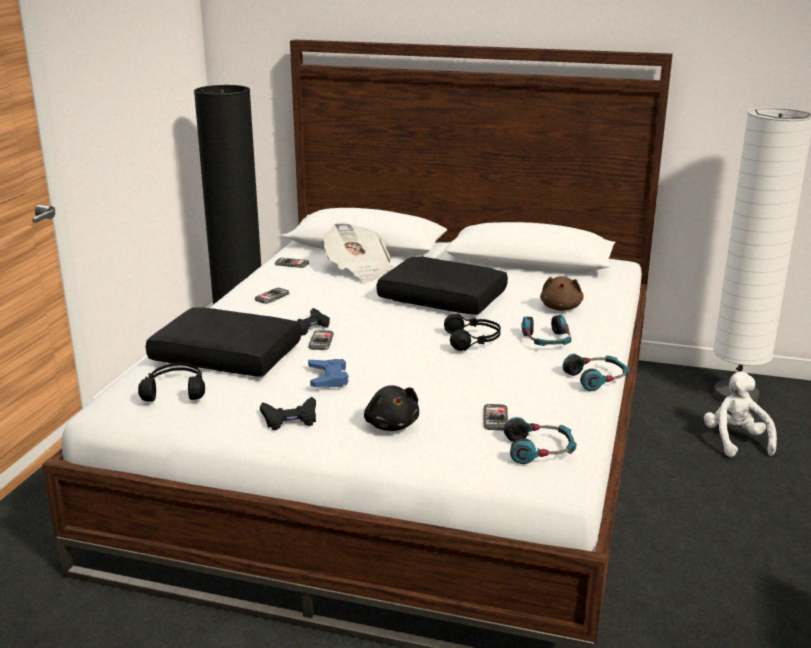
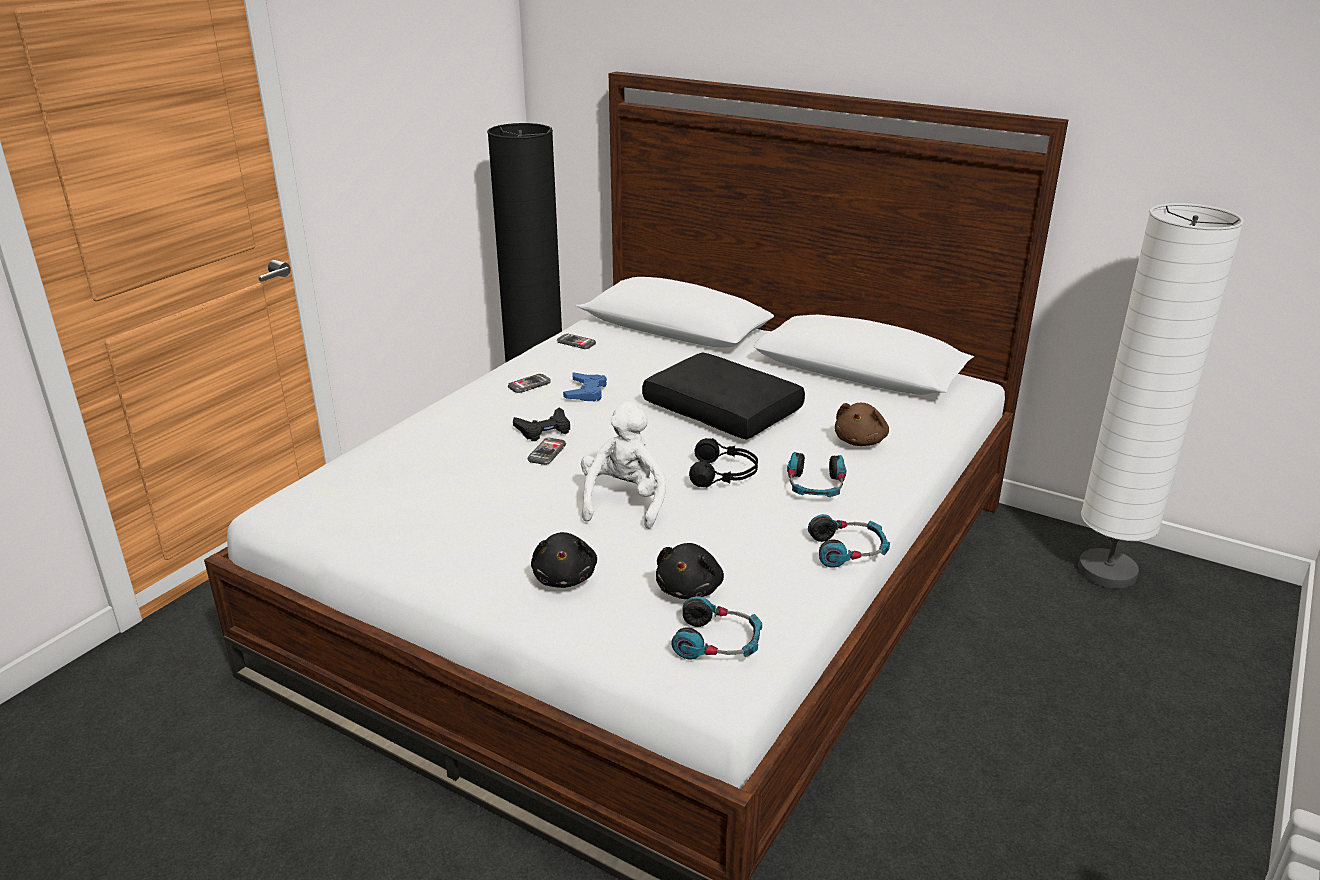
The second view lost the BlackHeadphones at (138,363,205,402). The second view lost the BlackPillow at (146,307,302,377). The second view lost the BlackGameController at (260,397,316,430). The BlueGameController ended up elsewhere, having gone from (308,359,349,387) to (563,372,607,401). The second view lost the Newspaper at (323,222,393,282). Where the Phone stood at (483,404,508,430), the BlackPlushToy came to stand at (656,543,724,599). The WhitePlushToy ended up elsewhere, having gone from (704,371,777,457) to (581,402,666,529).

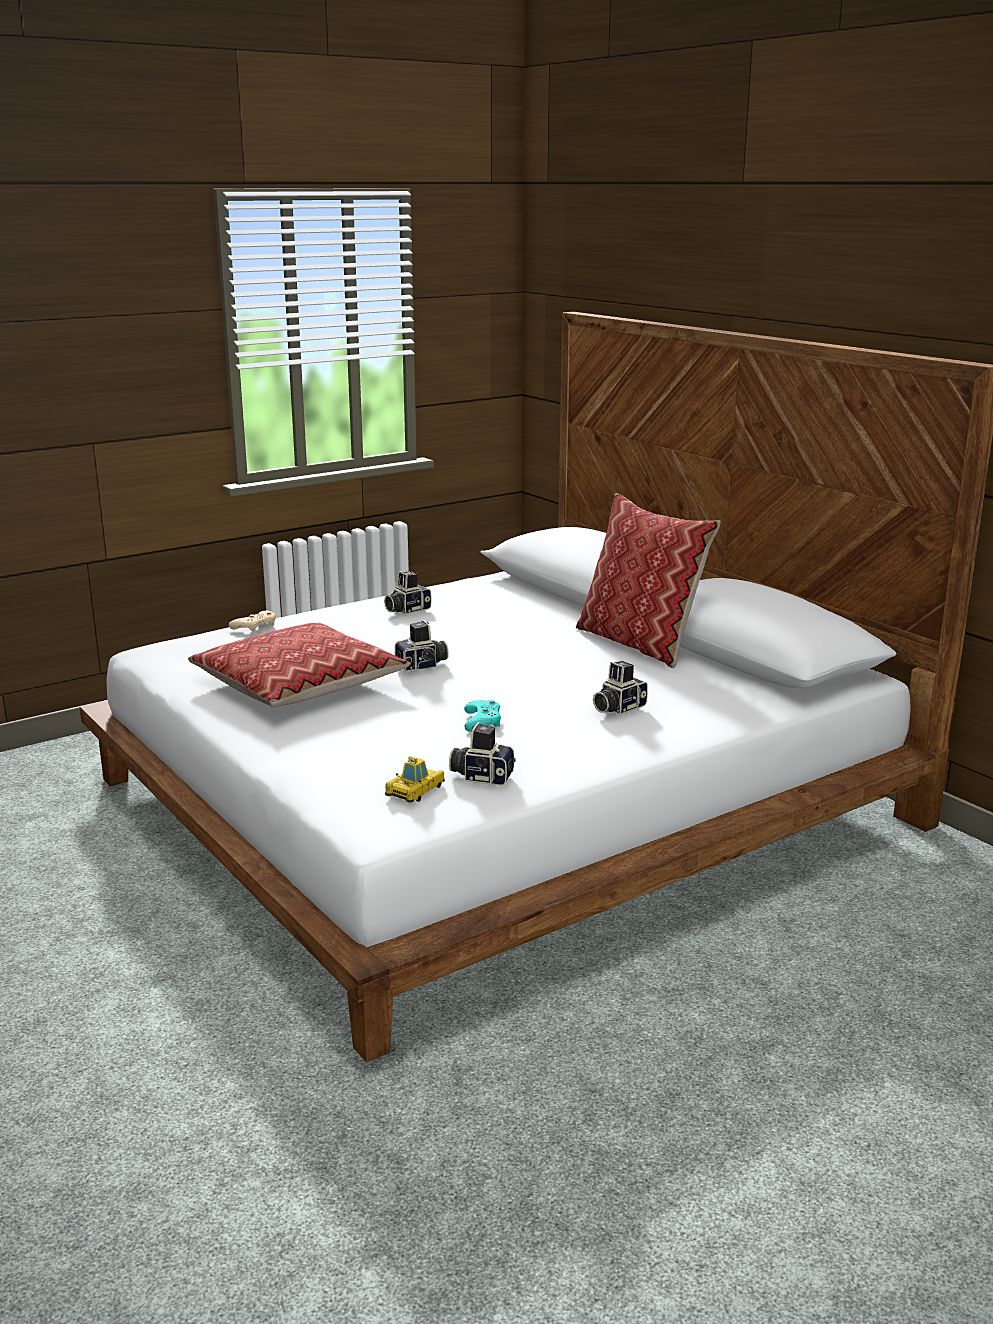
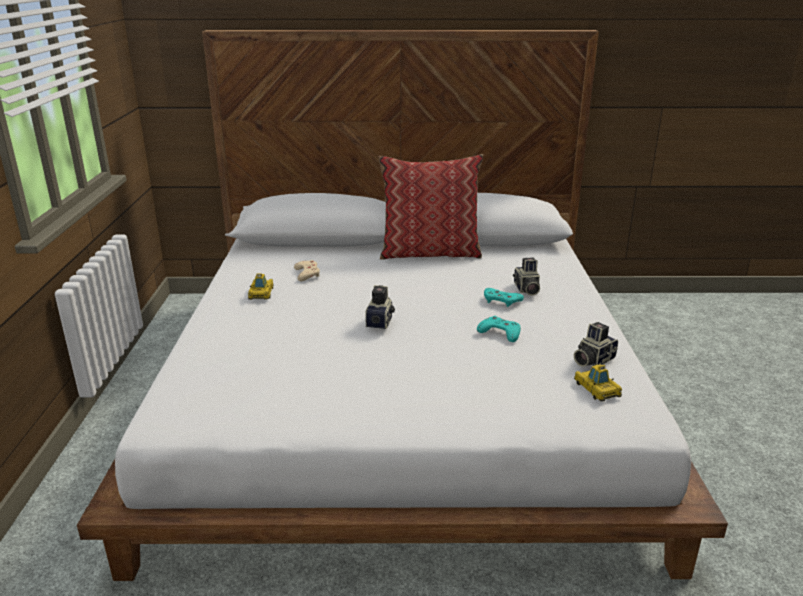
The second view lost the Pillow at (188,623,411,707). The BeigeGameController ended up elsewhere, having gone from (229,610,276,632) to (294,260,320,281). Where the PhotoCamera stood at (384,571,432,614), the ToyCar came to stand at (248,273,274,300). The second view gained the TurquoiseGameController at (484,288,524,307).

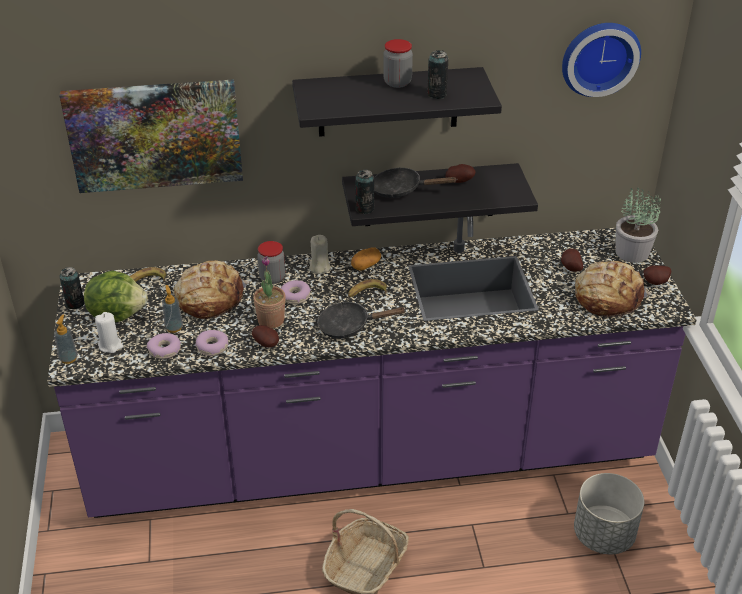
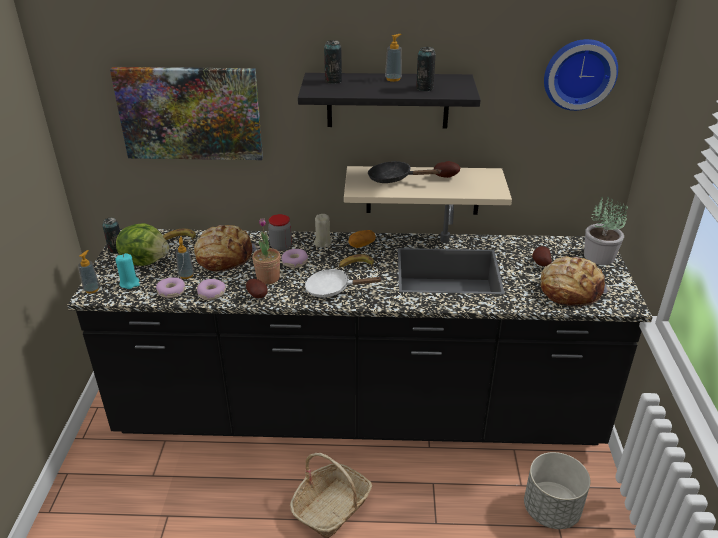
What was the PurpleCounter at (47,216,697,518) turned into the BlackCounter at (67,204,653,445). What was the WhiteCandle at (95,312,123,353) turned into the TurquoiseCandle at (115,253,140,289). What was the BlackFryingPan at (317,302,405,338) turned into the WhiteFryingPan at (305,269,383,298). What was the BlackShelf at (342,163,538,226) turned into the BeigeShelf at (344,166,512,215). The Can ended up elsewhere, having gone from (355,169,374,214) to (324,40,342,84). Where the Jar stood at (383,39,413,88), the SoapDispenser came to stand at (385,34,402,82). The second view lost the Potato at (644,265,672,285).

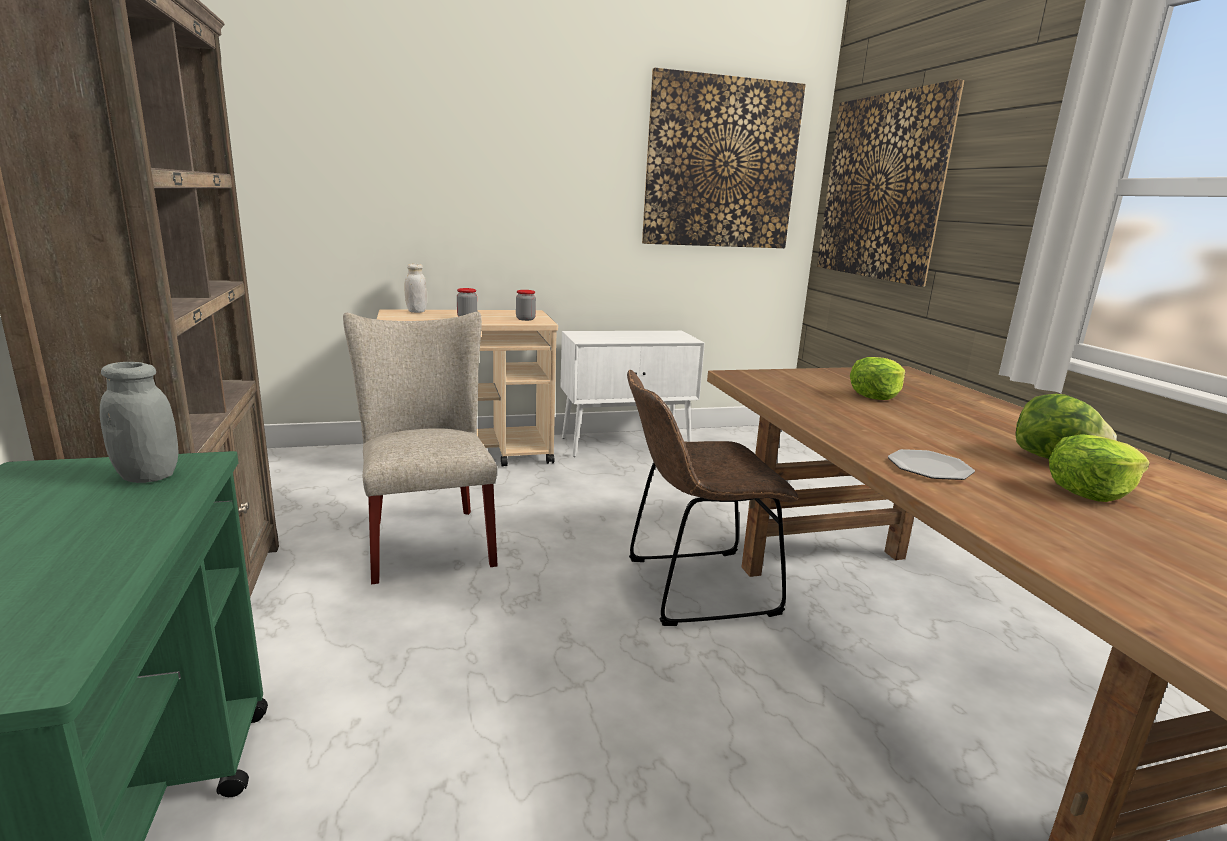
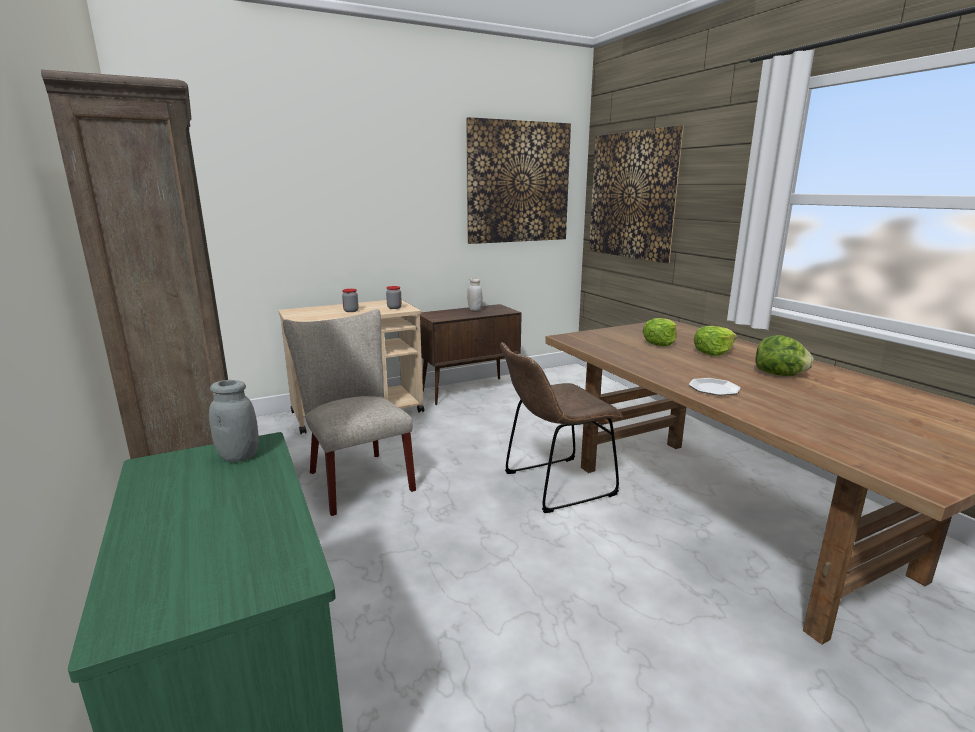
The WhiteJar ended up elsewhere, having gone from (404,264,427,313) to (467,278,483,311). What was the WhiteCabinet at (560,331,705,457) turned into the BrownCabinet at (420,304,522,405). The Lettuce ended up elsewhere, having gone from (1049,434,1150,502) to (694,326,737,356).

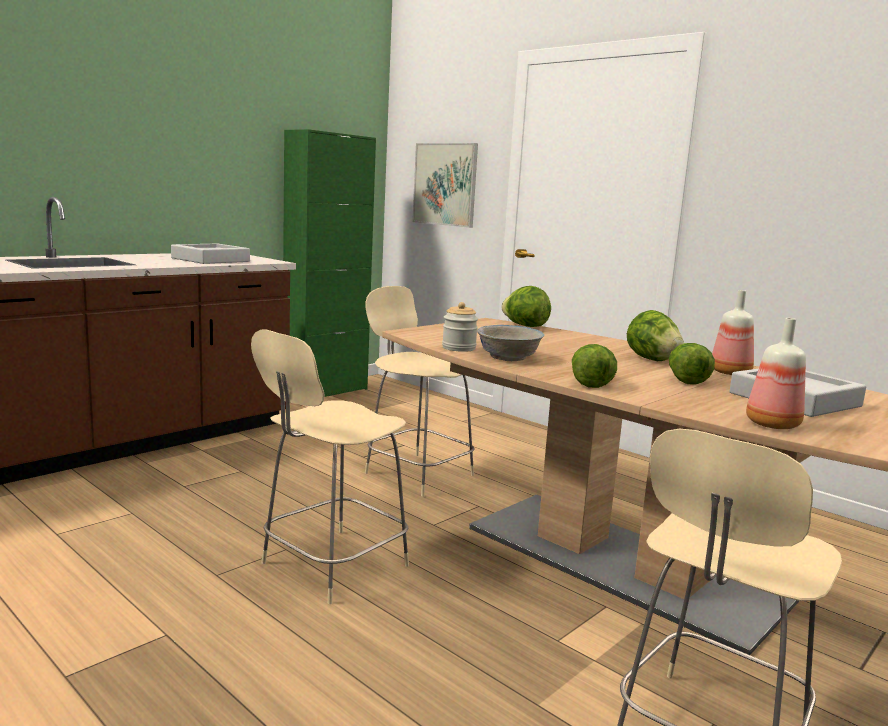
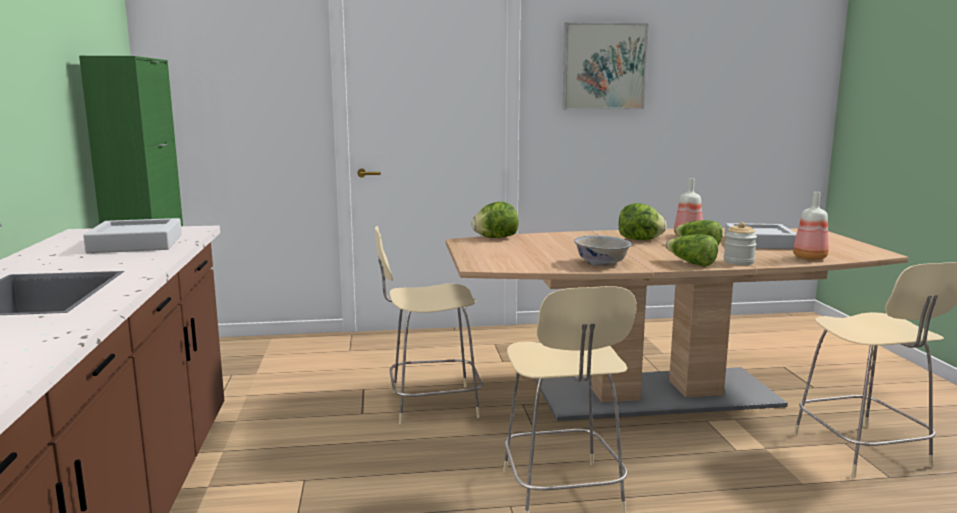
The Picture ended up elsewhere, having gone from (412,143,478,228) to (562,22,649,110). The Jar ended up elsewhere, having gone from (442,302,478,352) to (723,222,757,265).

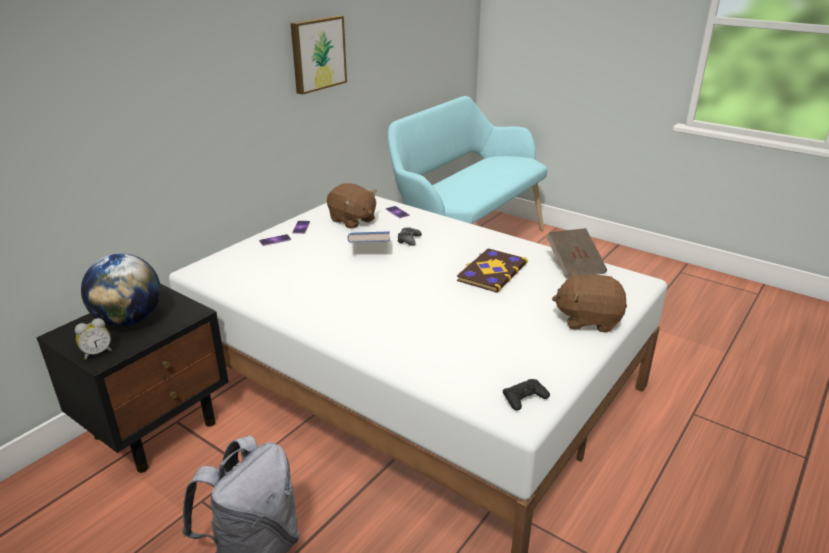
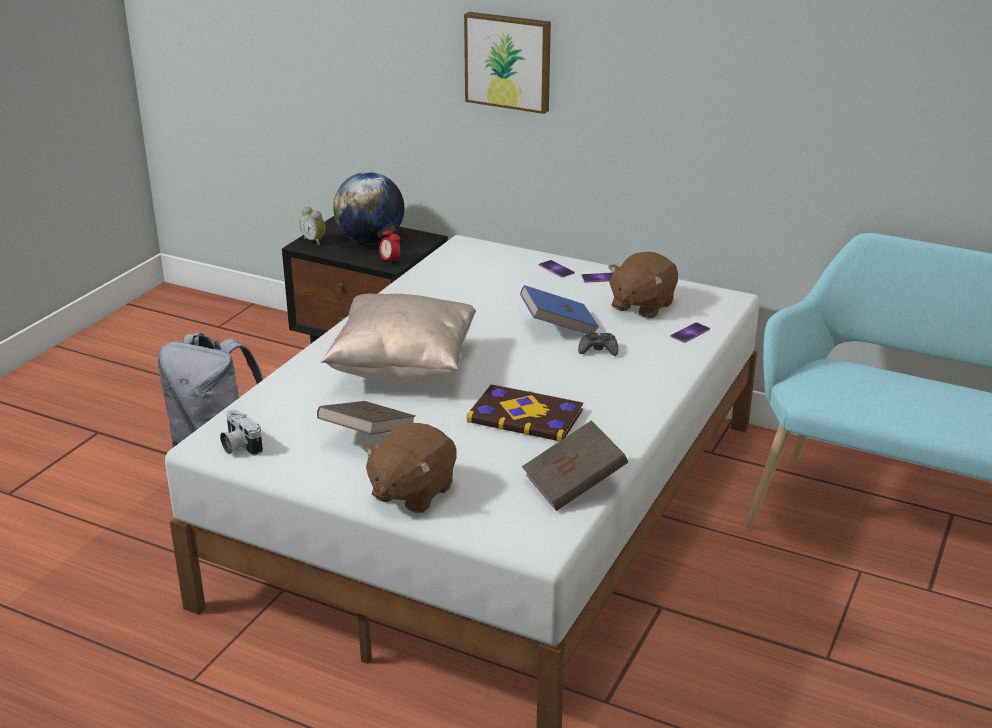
The Picture ended up elsewhere, having gone from (291,15,347,95) to (464,12,551,114). Where the BlackGameController stood at (503,379,550,411), the PhotoCamera came to stand at (220,409,263,456). The BrownPlushToy at (552,271,627,333) ended up facing another way, 150 degrees counterclockwise from before. The second view gained the BrownBook at (317,401,416,434). The second view gained the BeigePillow at (321,294,476,383). The second view gained the AlarmClock at (379,226,400,265).

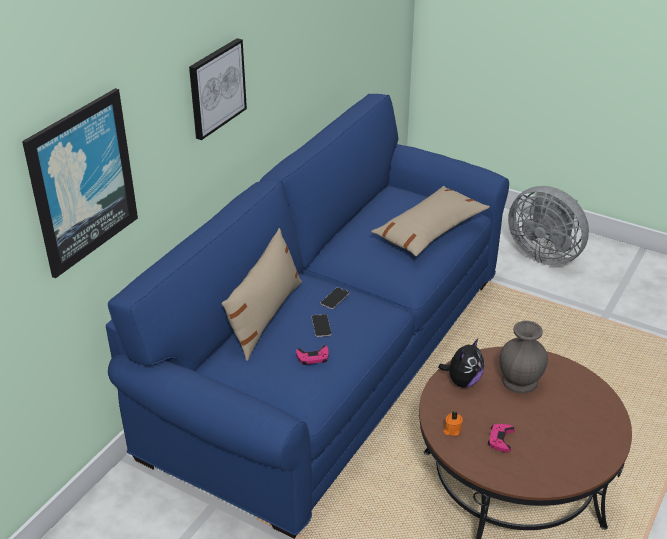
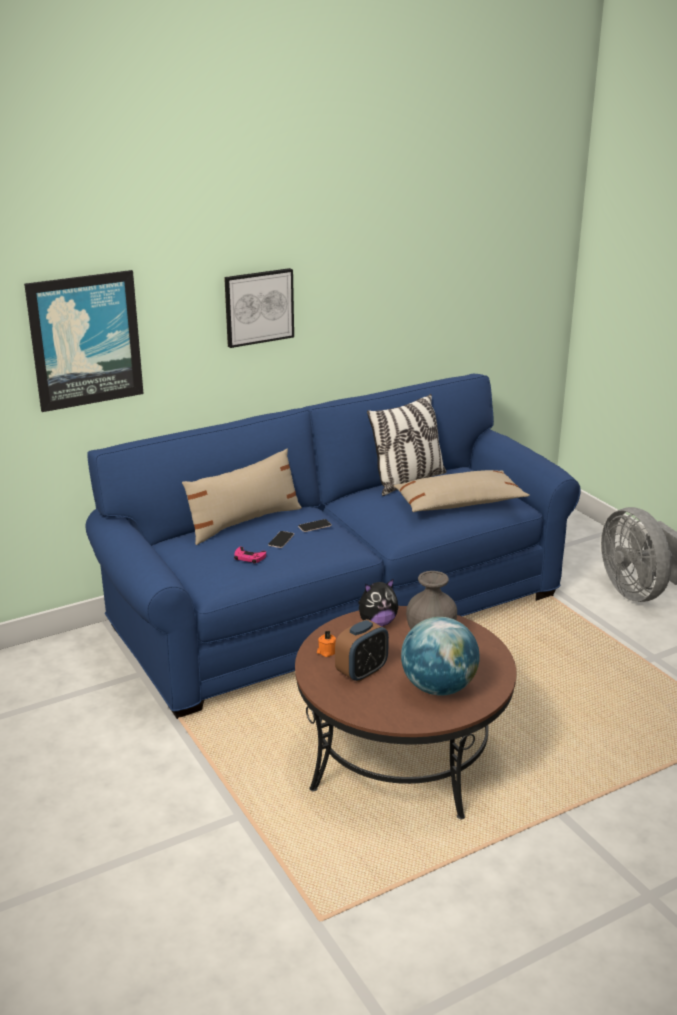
Where the PinkGameController stood at (488,424,514,452), the AlarmClock came to stand at (335,619,389,682). The second view gained the Pillow at (367,394,446,496). The second view gained the Globe at (401,617,480,696).

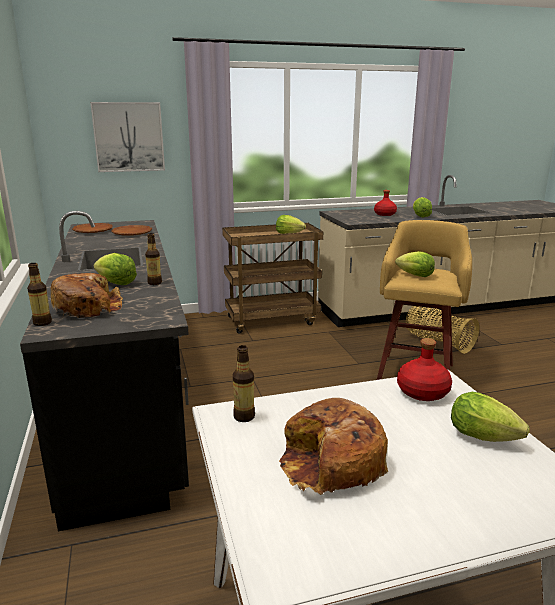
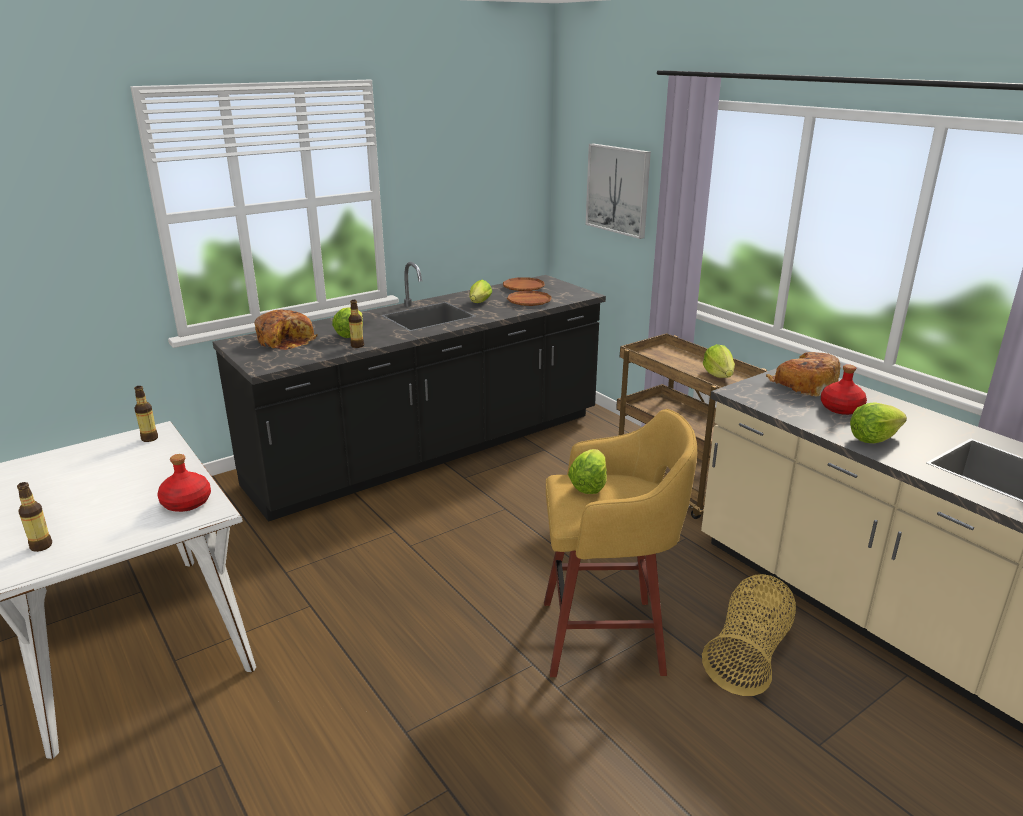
The Bottle ended up elsewhere, having gone from (27,263,52,326) to (17,482,52,552). The Bread ended up elsewhere, having gone from (279,398,388,495) to (766,352,840,396). The Lettuce ended up elsewhere, having gone from (451,392,529,442) to (470,280,492,303).

